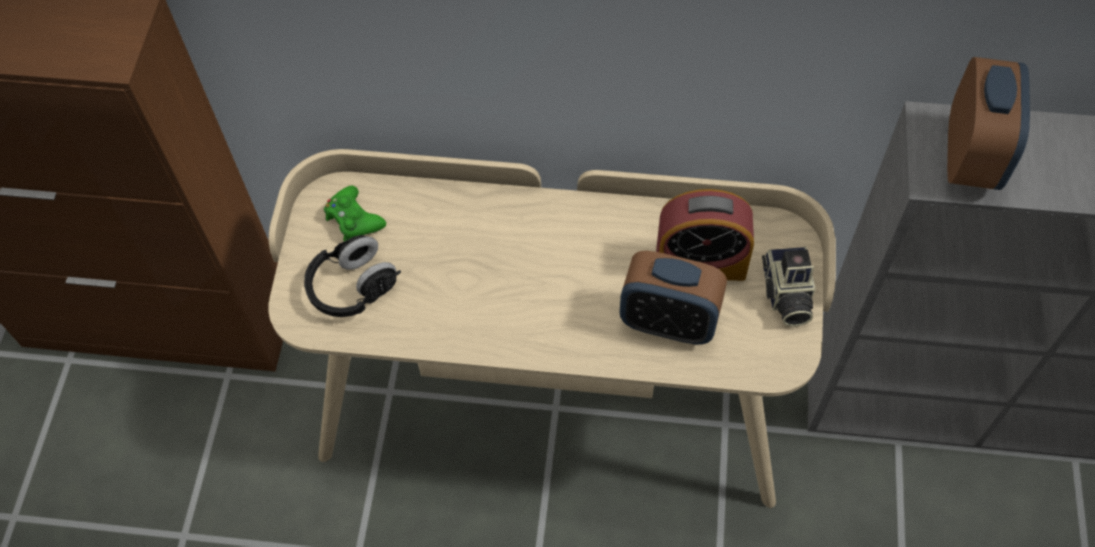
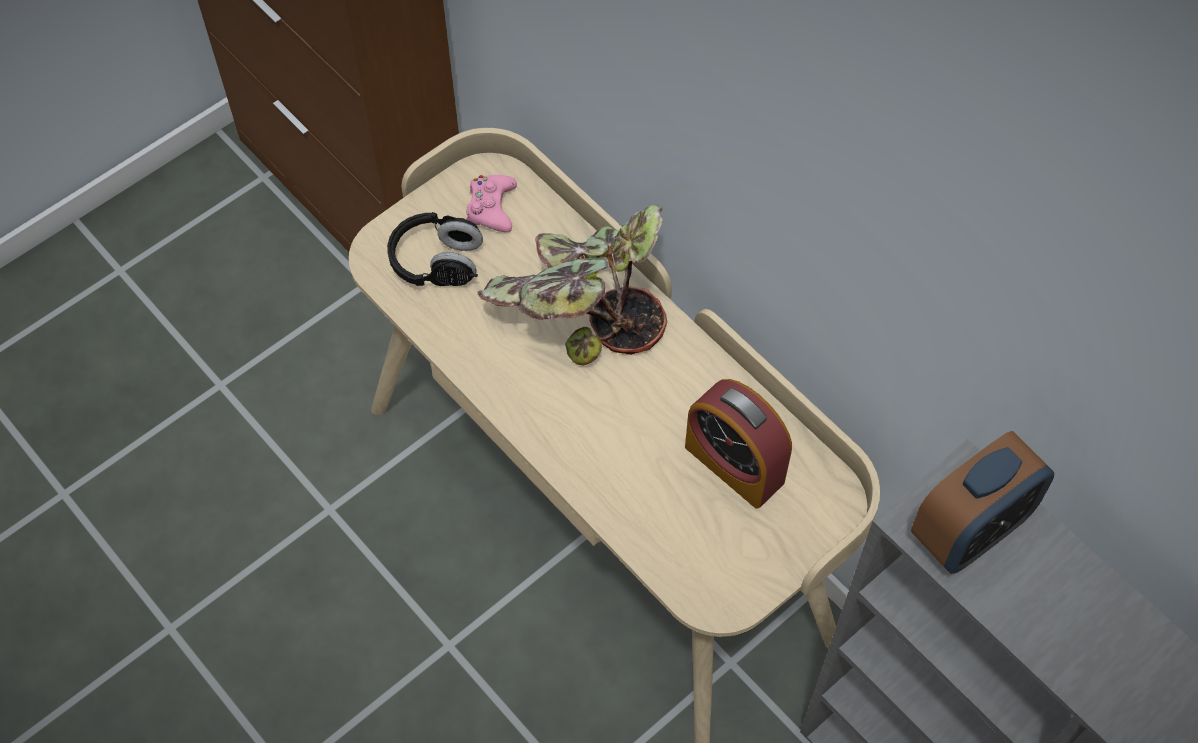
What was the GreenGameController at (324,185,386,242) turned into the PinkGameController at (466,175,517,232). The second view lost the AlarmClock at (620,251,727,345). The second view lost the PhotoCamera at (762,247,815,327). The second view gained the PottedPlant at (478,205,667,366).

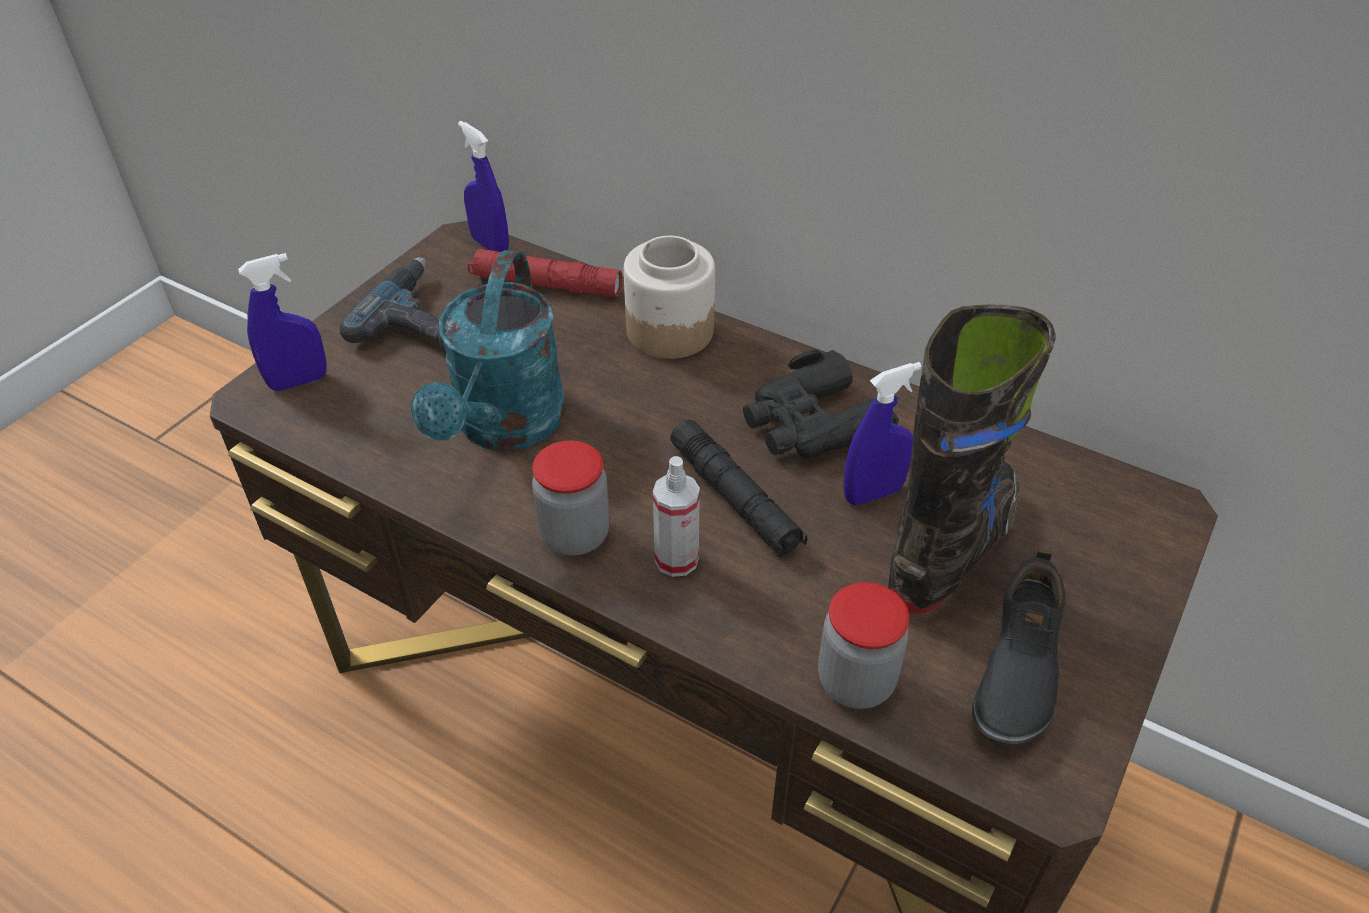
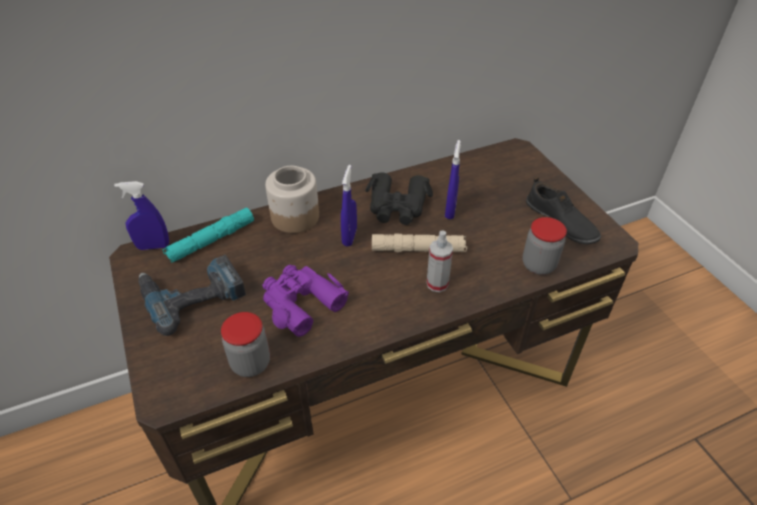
The BlueSprayBottle ended up elsewhere, having gone from (238,253,327,391) to (341,165,357,246). Where the TurquoiseWateringCan stood at (411,250,566,451), the PurpleBinoculars came to stand at (262,265,349,337). What was the RedFlashlight at (467,249,622,297) turned into the TurquoiseFlashlight at (163,207,254,263). The Jar ended up elsewhere, having gone from (532,441,610,556) to (221,312,270,377). What was the BlackFlashlight at (670,420,808,558) turned into the BeigeFlashlight at (372,234,467,253). The second view lost the BlackBoot at (888,304,1055,614).

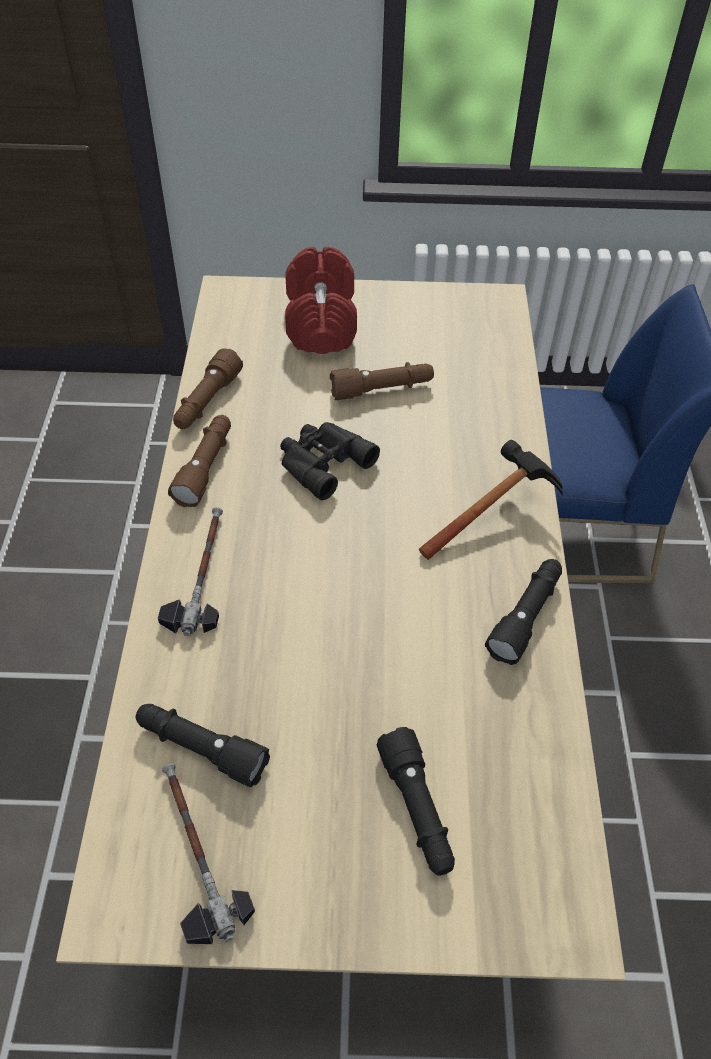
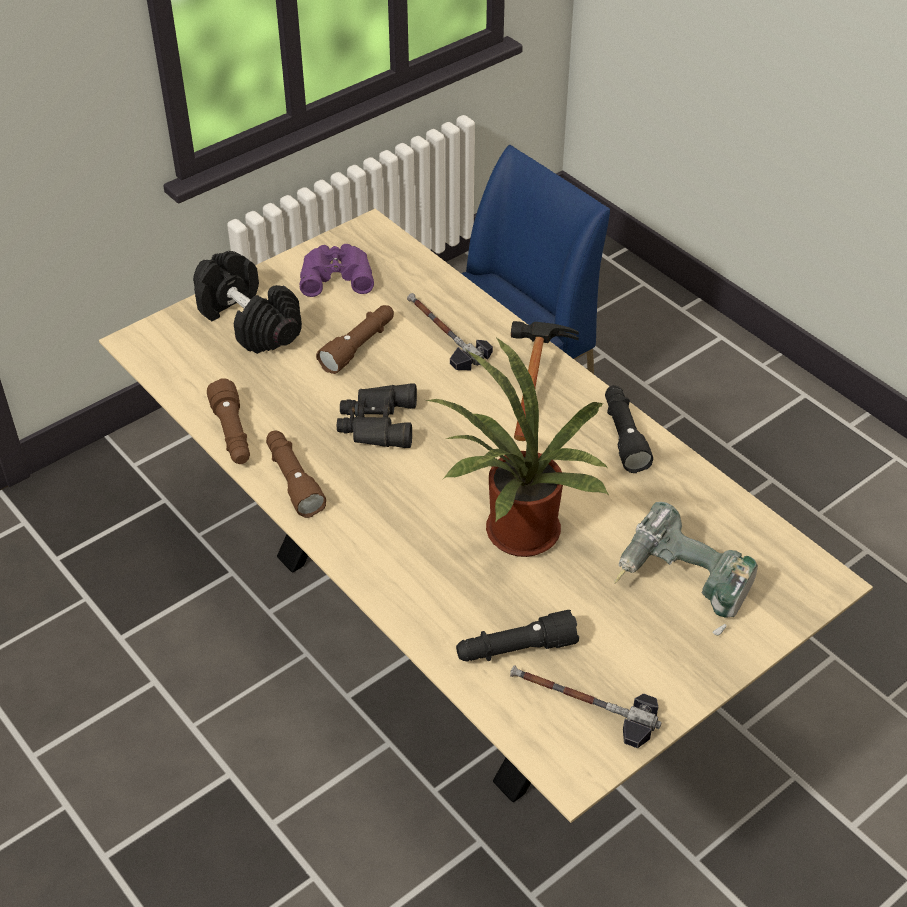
The Hammer ended up elsewhere, having gone from (158,507,223,636) to (407,293,493,370). What was the RedDumbbell at (285,247,357,354) turned into the BlackDumbbell at (193,251,302,354). Where the BlackFlashlight stood at (377,727,455,876), the PowerDrill came to stand at (614,502,758,635). The second view gained the PurpleBinoculars at (299,244,374,297). The second view gained the PottedPlant at (426,337,609,557).

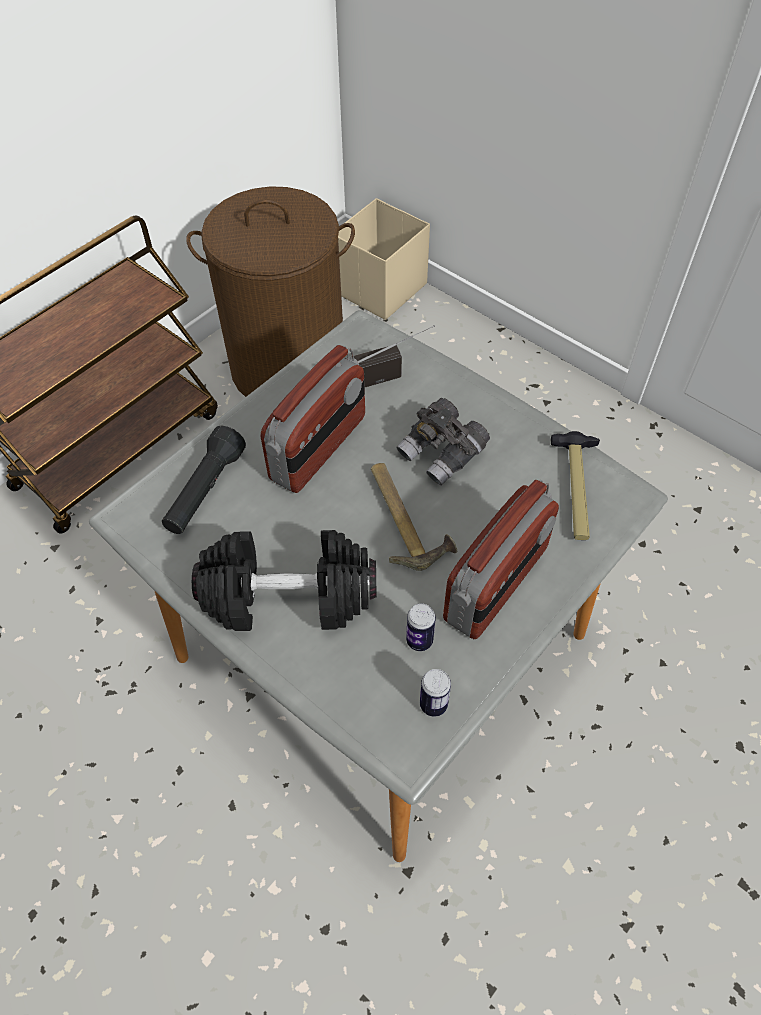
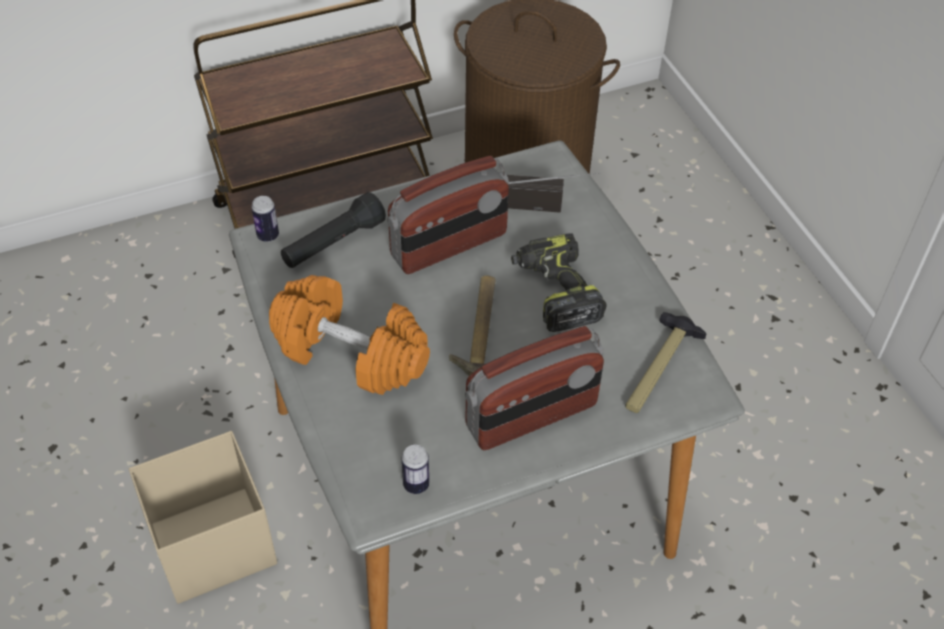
What was the BlackDumbbell at (192,530,377,631) turned into the OrangeDumbbell at (269,275,430,395). The BeigeStorageBox ended up elsewhere, having gone from (338,198,430,320) to (129,431,277,604). Where the GreyBinoculars stood at (396,398,490,486), the PowerDrill came to stand at (511,233,607,332). The Can ended up elsewhere, having gone from (406,604,436,651) to (251,196,279,242).

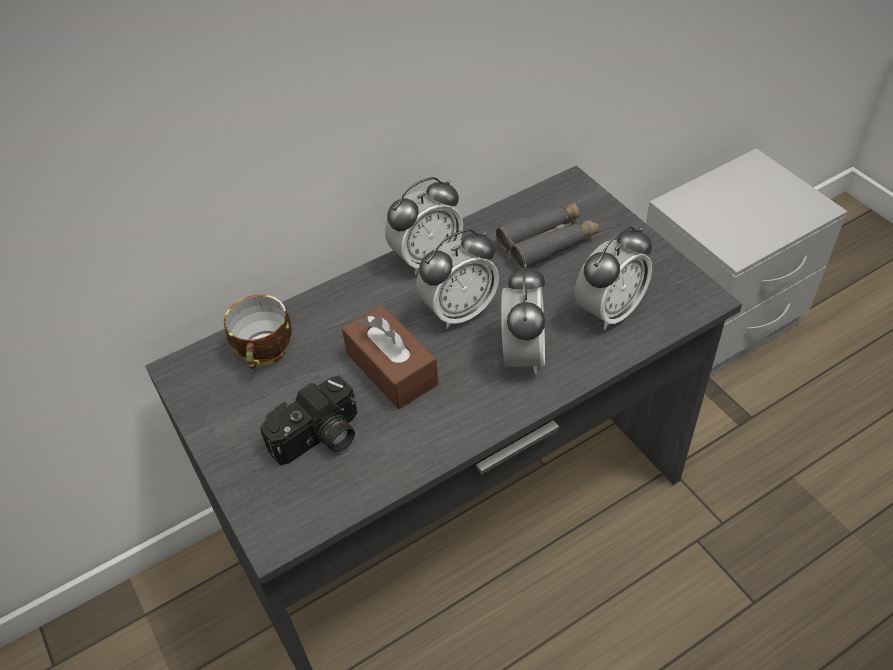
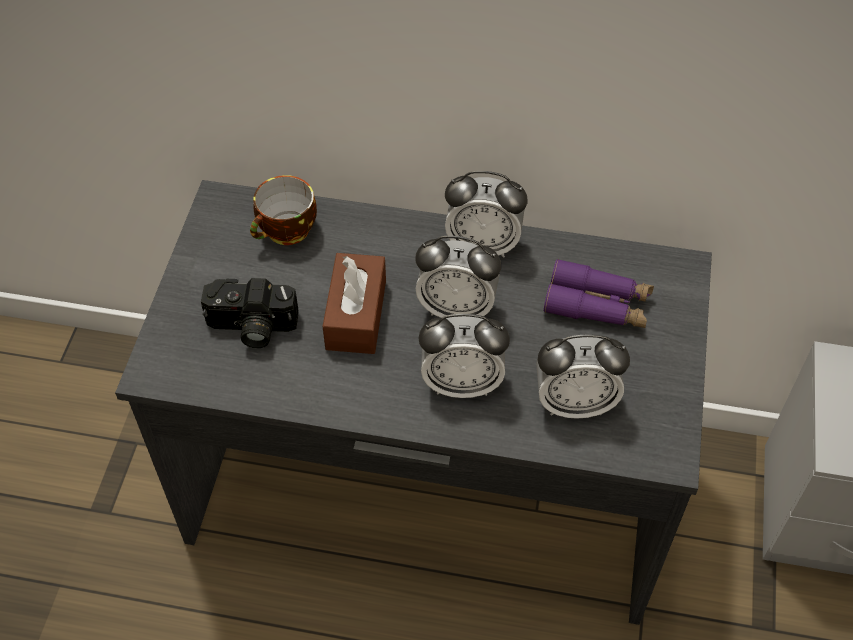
What was the GreyBinoculars at (496,202,600,269) turned into the PurpleBinoculars at (544,259,654,328). The AlarmClock at (501,264,545,374) ended up facing another way, 45 degrees clockwise from before.

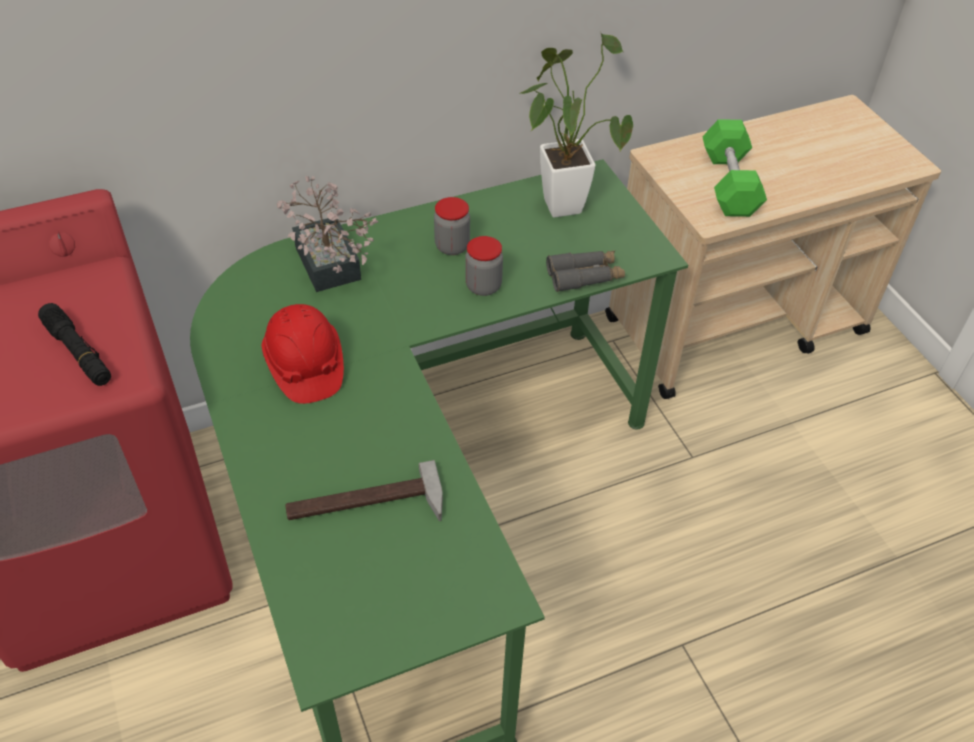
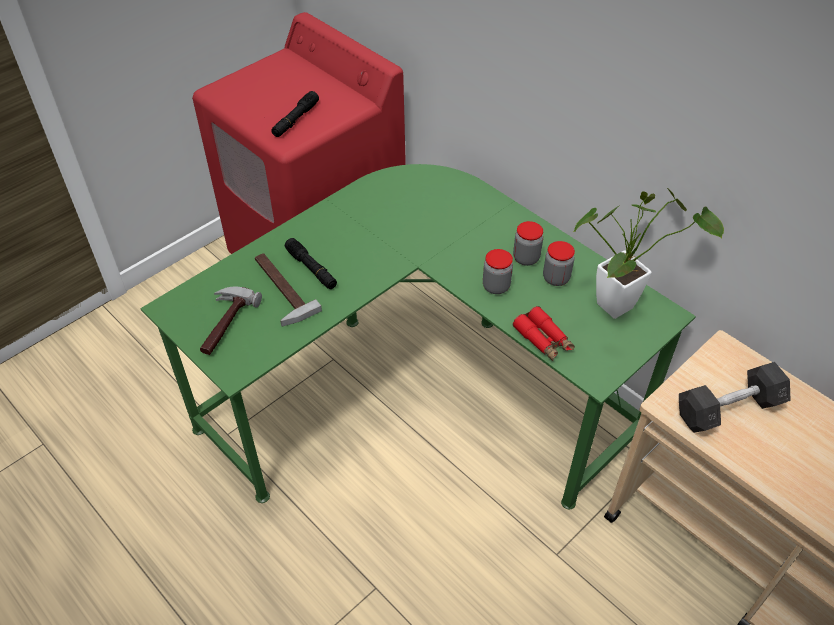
The second view lost the RedHardHat at (262,304,344,404). The second view lost the PottedPlant at (277,176,378,292). What was the GreyBinoculars at (546,251,625,292) turned into the RedBinoculars at (513,306,575,361). What was the GreenDumbbell at (702,119,767,217) turned into the GreyDumbbell at (679,362,791,433). The second view gained the Hammer at (200,287,262,355). The second view gained the BlackFlashlight at (285,238,337,289). The second view gained the Jar at (543,241,575,286).

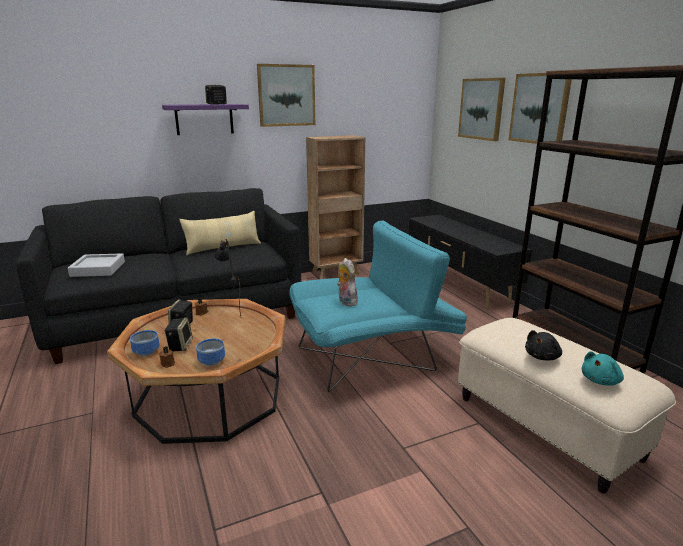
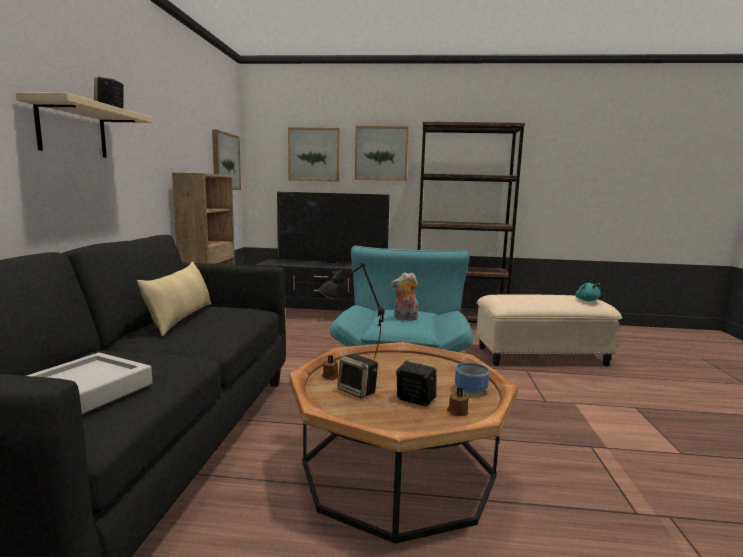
The second view lost the Bowl at (130,330,160,356). What was the PurpleShelf at (162,104,249,135) turned into the BeigeShelf at (16,92,153,158). The Picture ended up elsewhere, having gone from (257,64,315,127) to (212,129,241,190). The second view lost the BlackPlushToy at (525,330,562,361). The second view gained the Television at (277,192,390,266).

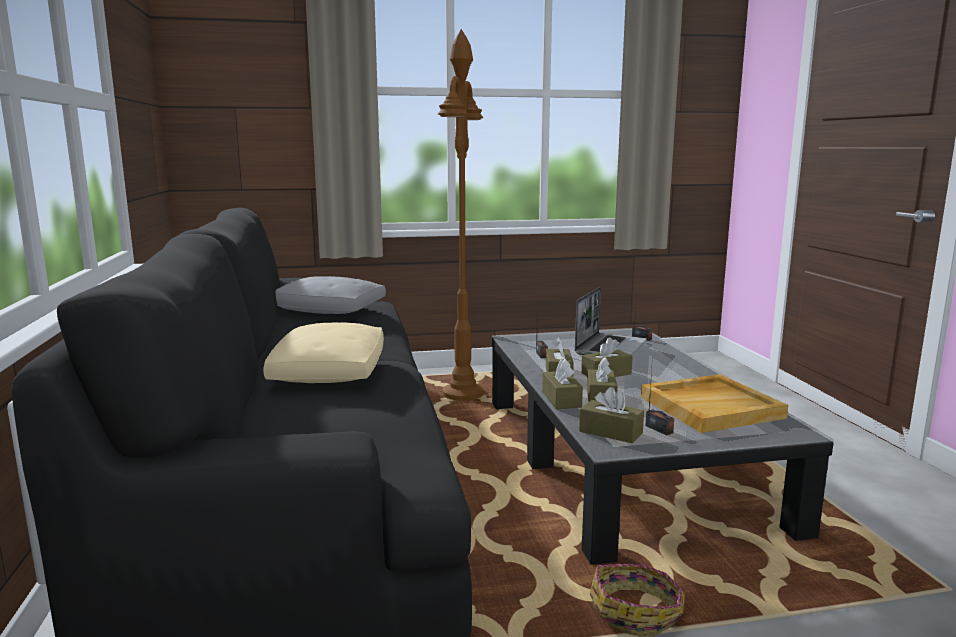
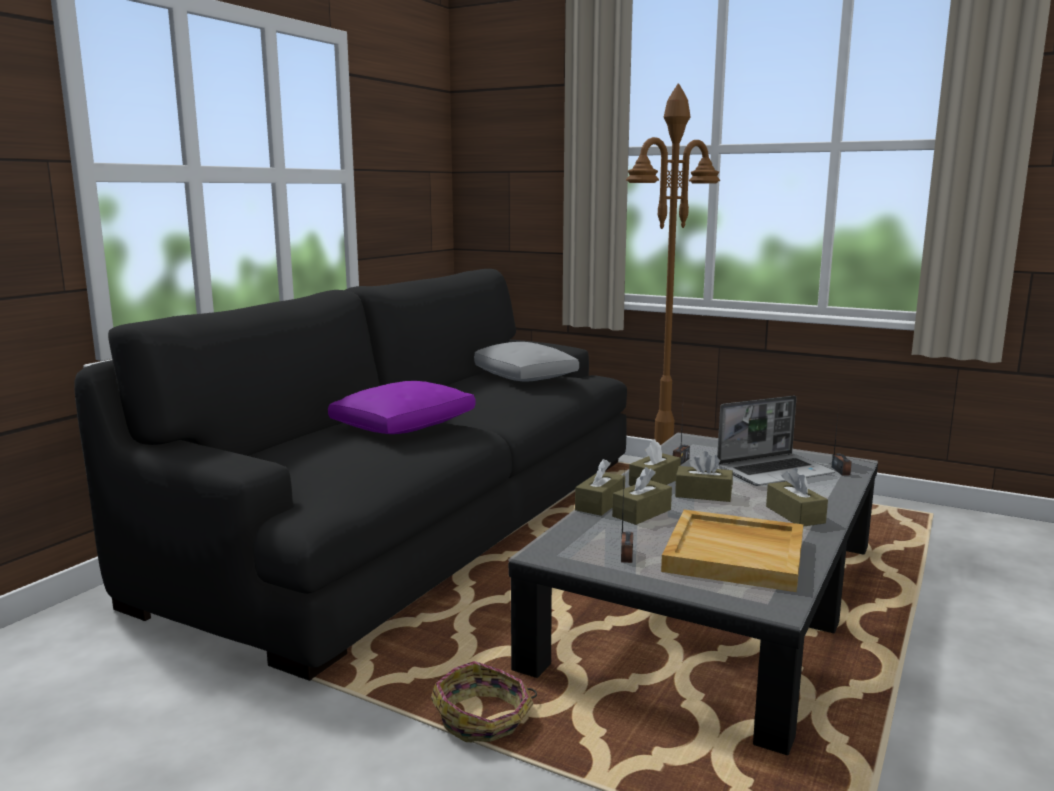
What was the BeigePillow at (263,323,384,383) turned into the PurplePillow at (328,381,476,434). The BrownTissueBox ended up elsewhere, having gone from (579,387,644,443) to (766,468,828,527).

